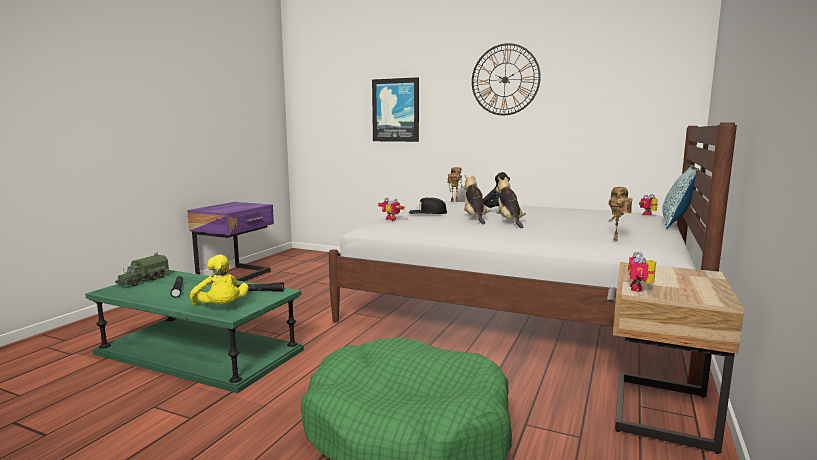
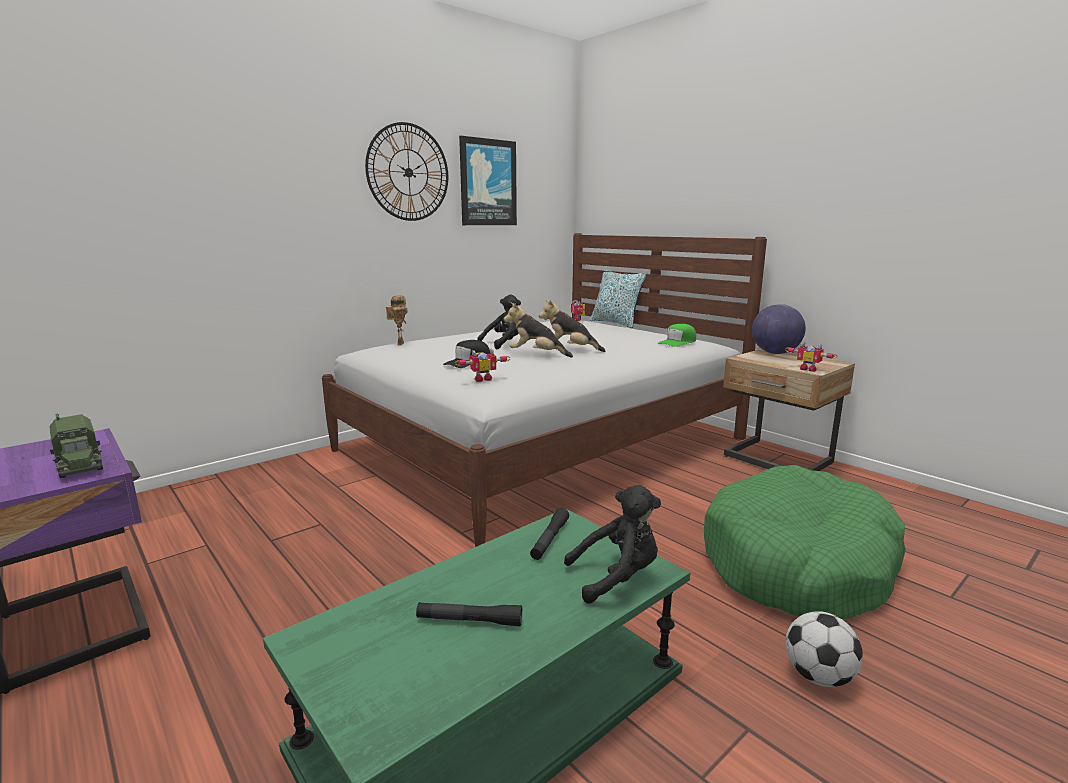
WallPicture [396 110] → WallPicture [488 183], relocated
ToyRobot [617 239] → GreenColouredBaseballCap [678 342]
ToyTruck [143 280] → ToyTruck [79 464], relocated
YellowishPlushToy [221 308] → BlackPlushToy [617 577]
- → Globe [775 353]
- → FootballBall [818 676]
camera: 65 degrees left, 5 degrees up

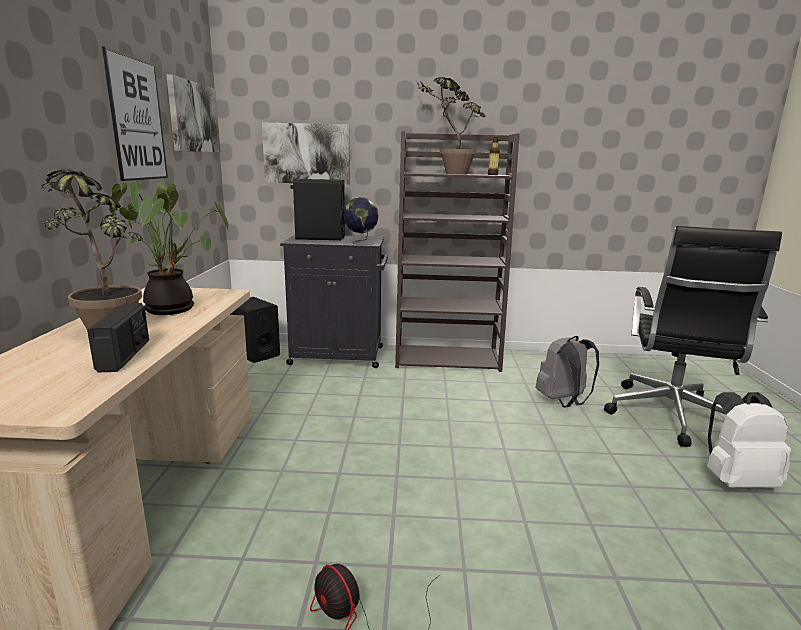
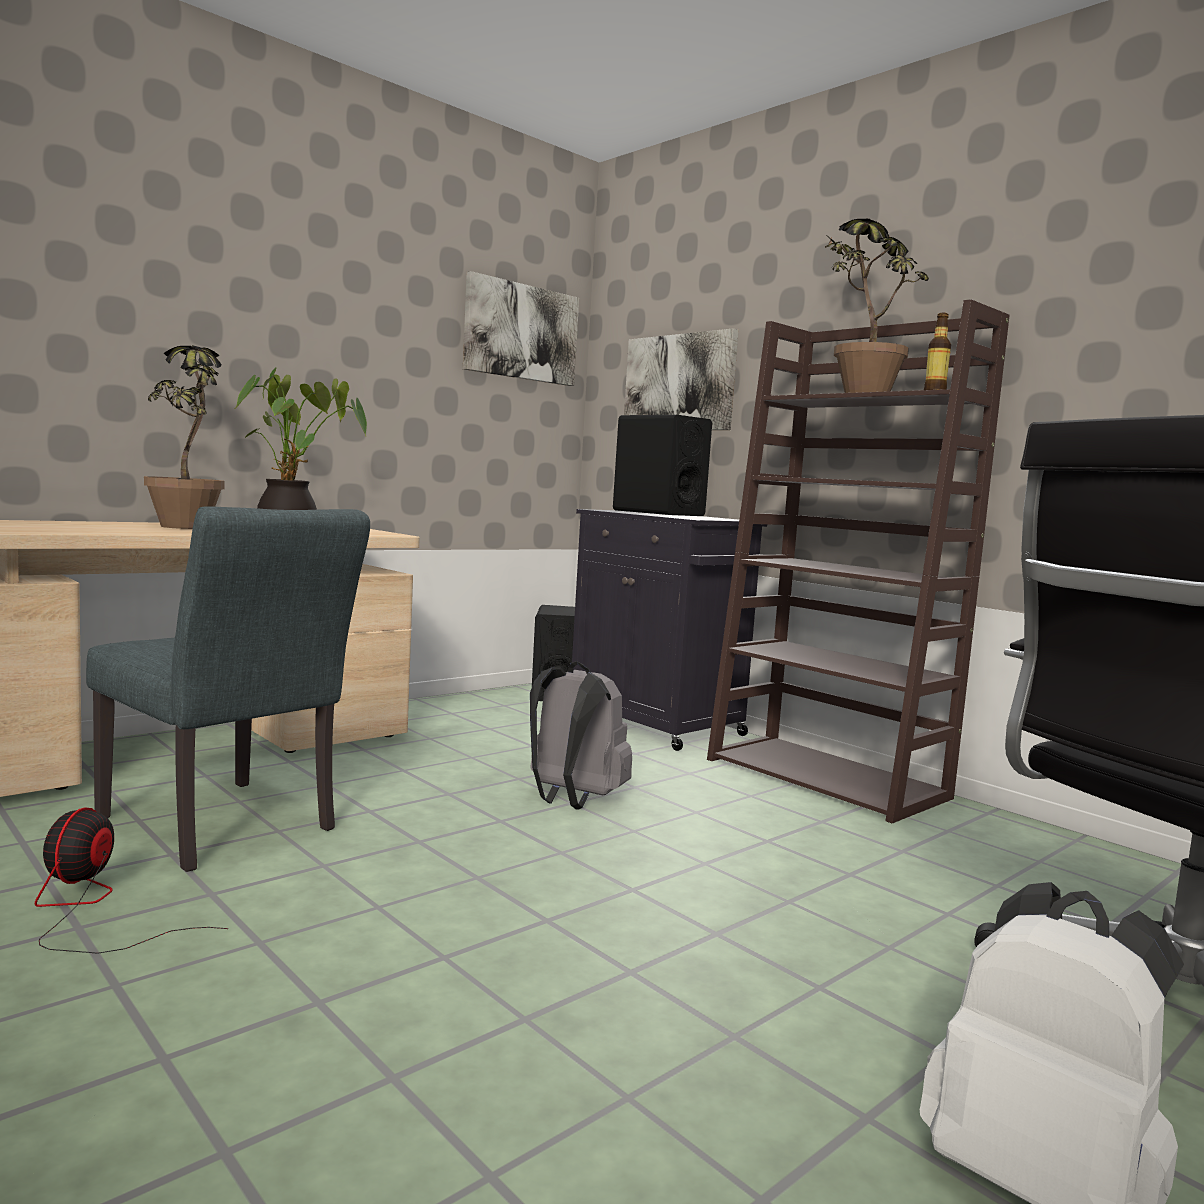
WallPicture [137 119] → -
Globe [360 242] → -
RadioReceiver [124 356] → -
GrayBackpack [563 401] → GrayBackpack [572 800], relocated
- → GrayChair [226 828]
camera: 45 degrees right, 10 degrees down

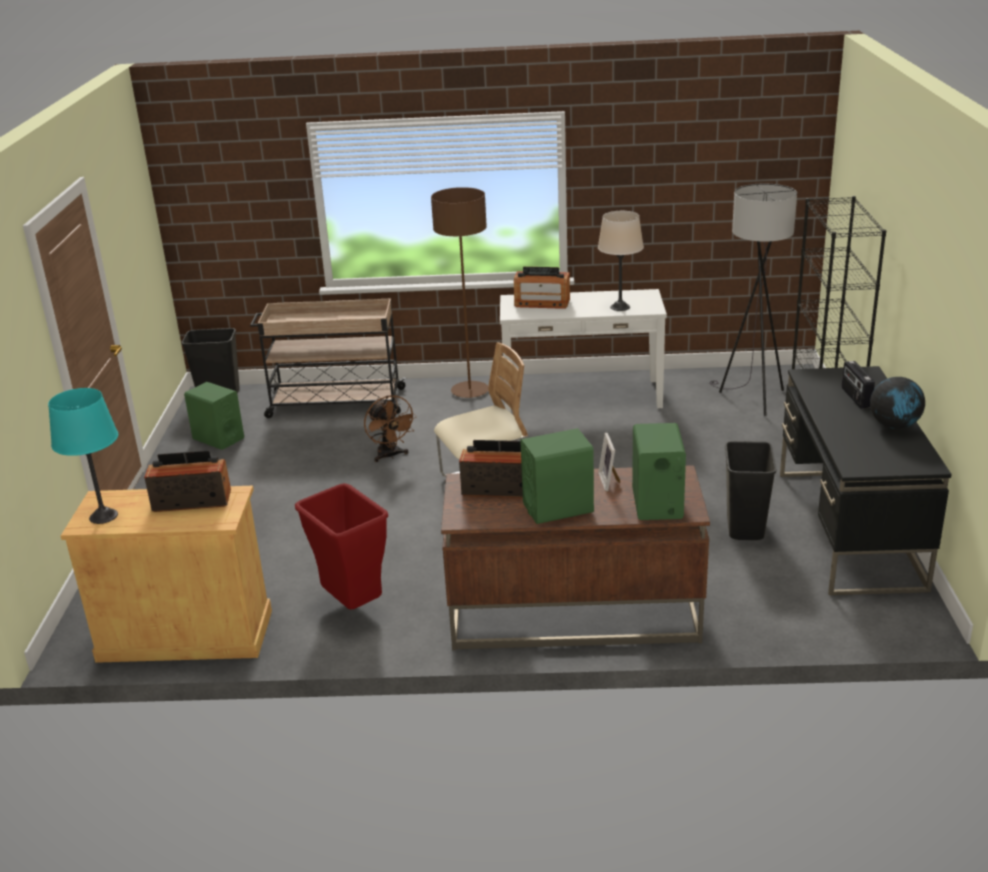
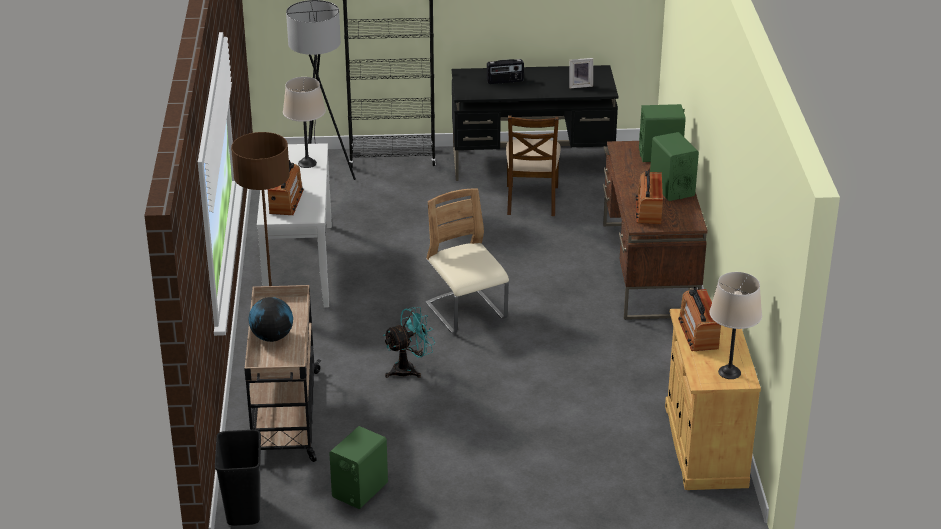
Globe [894 426] → Globe [272 337], relocated
TurquoiseTabletopLamp [103 516] → BeigeTabletopLamp [729 372]
BrownFan [390 456] → TurquoiseFan [409 369]
StandingFrame [610 481] → StandingFrame [580 85], relocated
BlackWasteBin [744 527] → BrownChair [531 200]
RedColouredWasteBin [351 606] → -
camera: 95 degrees left, 5 degrees up

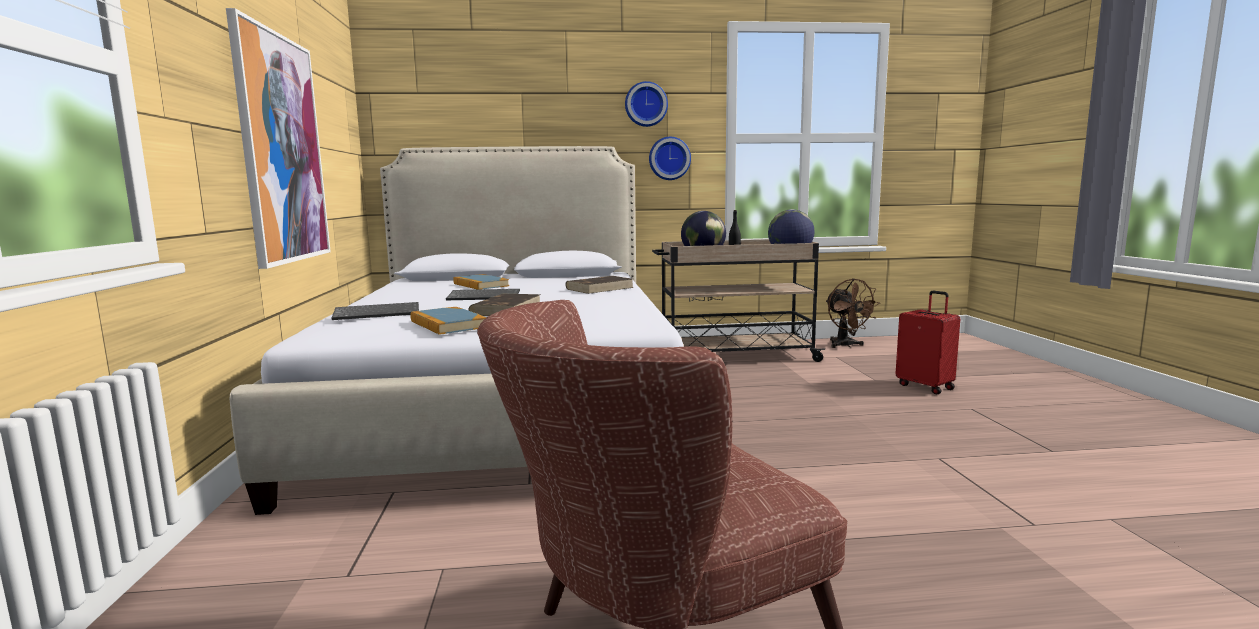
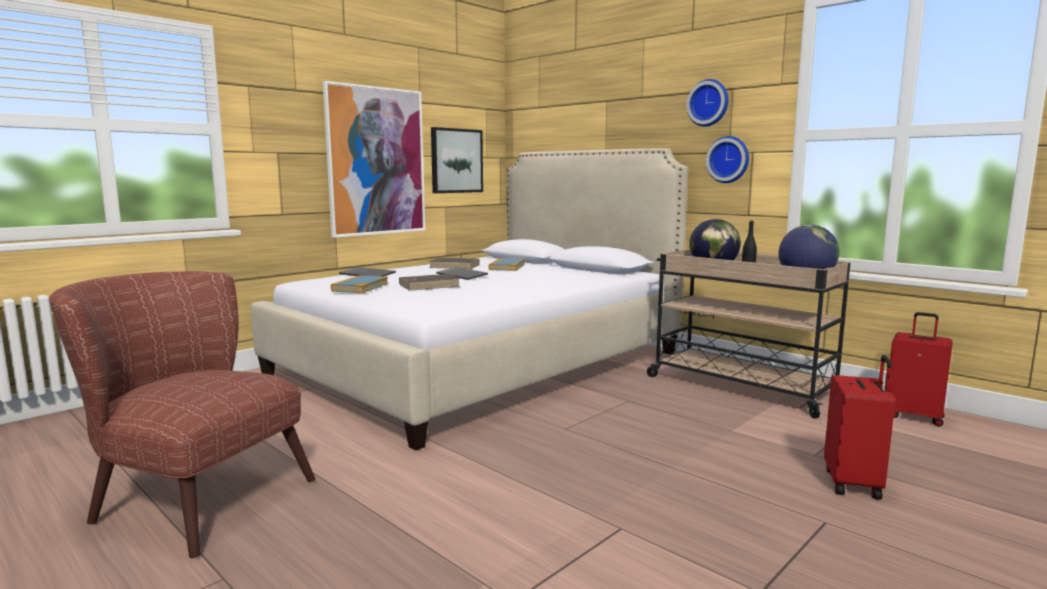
BrownVolume [600 288] → BrownVolume [455 266], relocated
BrownFan [846 345] → RedColouredTravelCase [914 416]
- → WallPicture [456 161]
camera: 50 degrees right, 0 degrees up

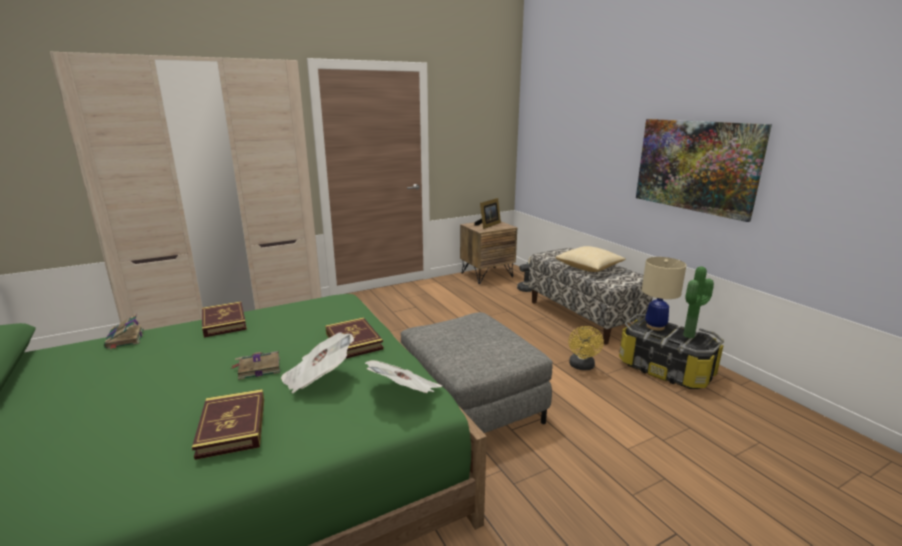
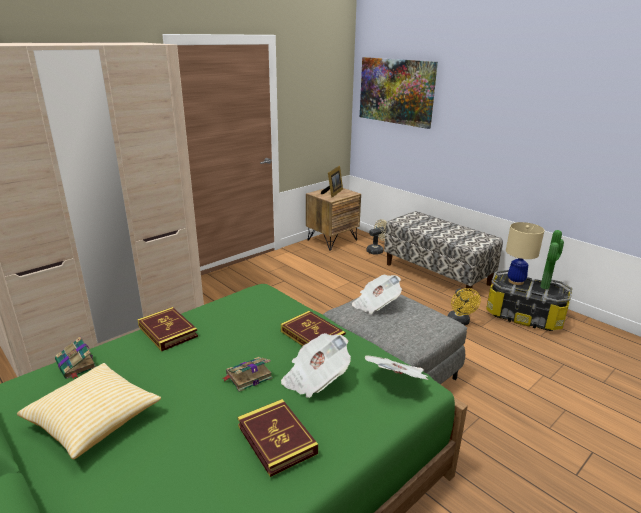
WallPicture [696 166] → WallPicture [396 91], relocated
Pillow [589 267] → Pillow [94 421], relocated
- → Newspaper [375 304]
camera: 15 degrees left, 5 degrees up

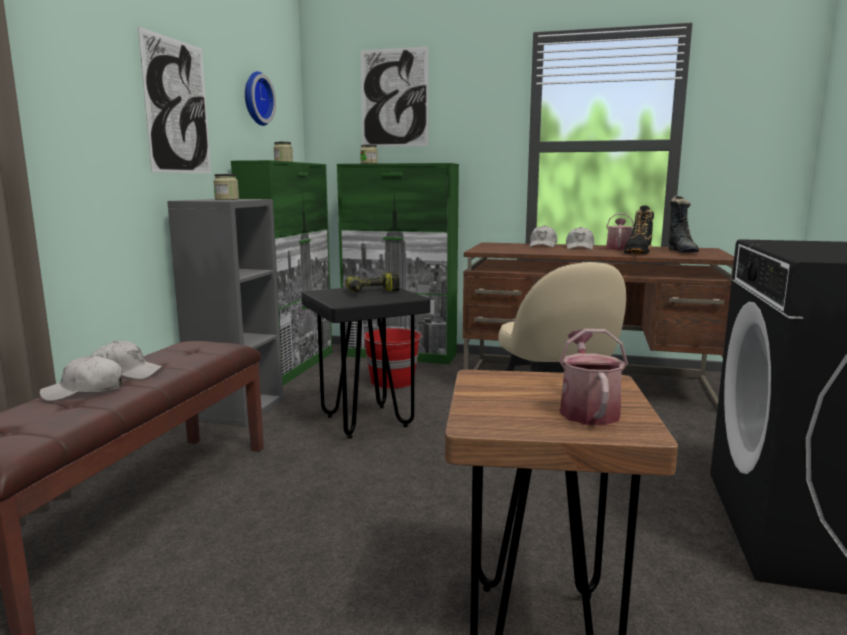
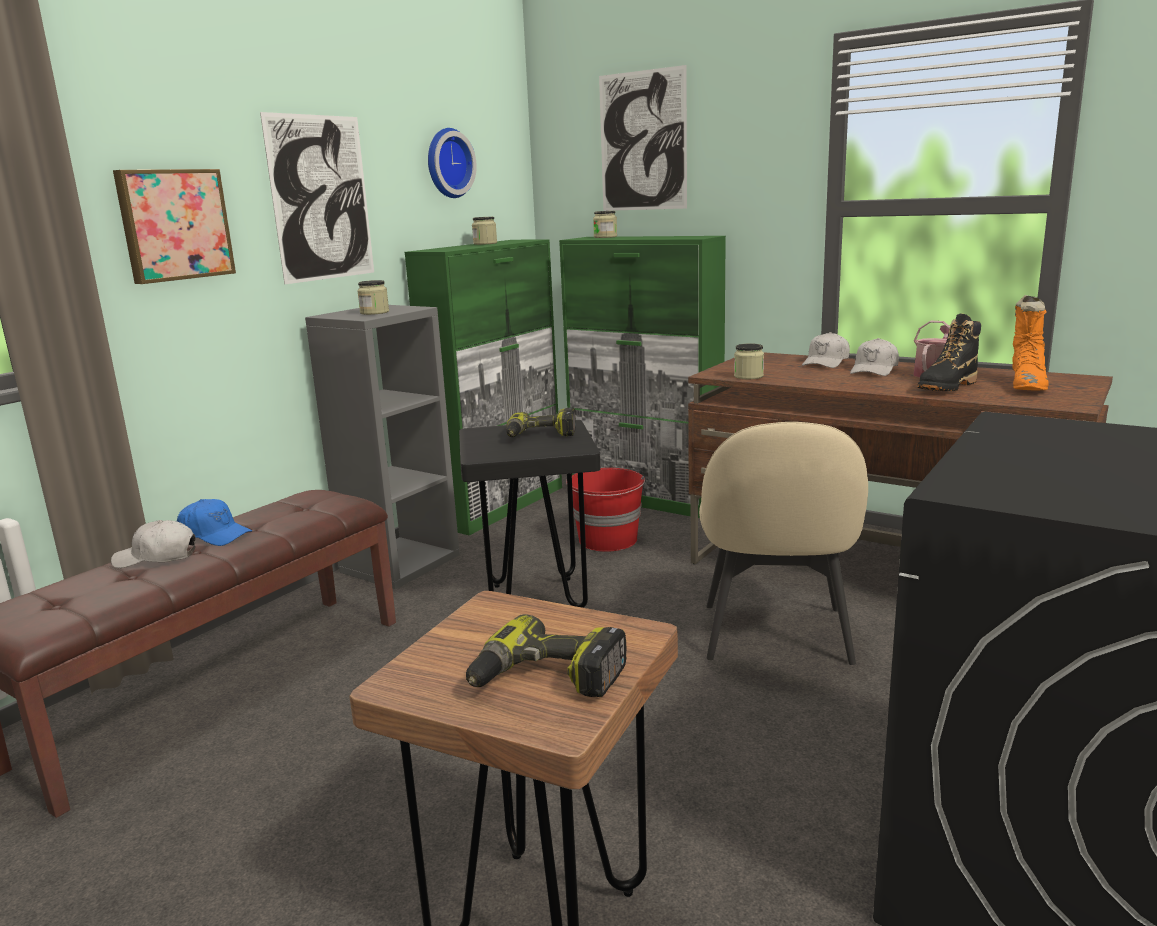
BlackHighTopBoot [682 251] → OrangeHighTopBoot [1028 386]
WateringCan [587 410] → PowerDrill [546 680]
WhiteColouredBaseballCap [127 373] → BluishBaseballCap [214 535]
- → WallPicture [174 225]
- → PreserveJar [748 376]
camera: 20 degrees right, 5 degrees up

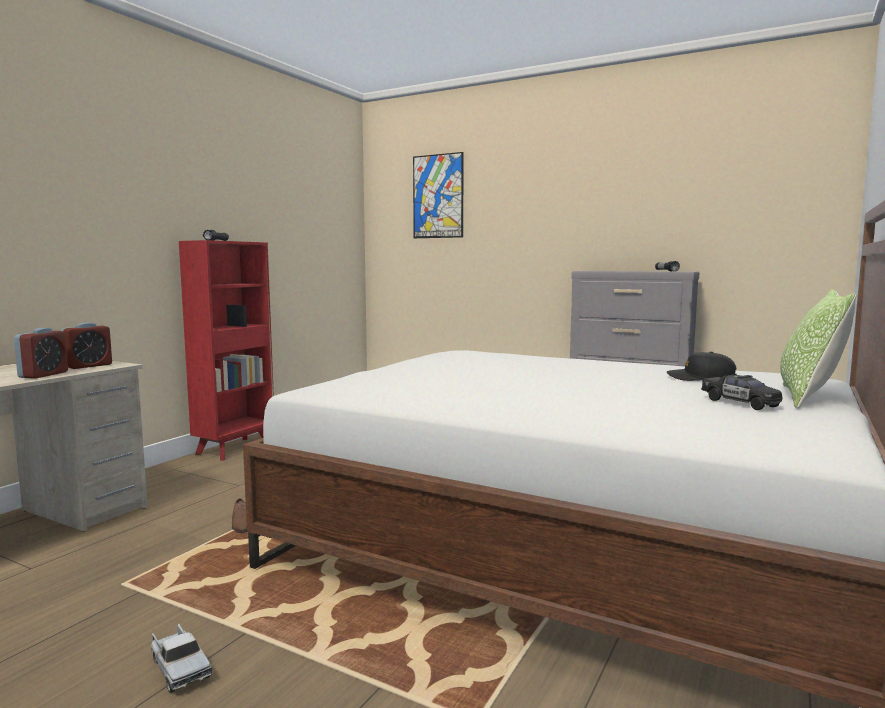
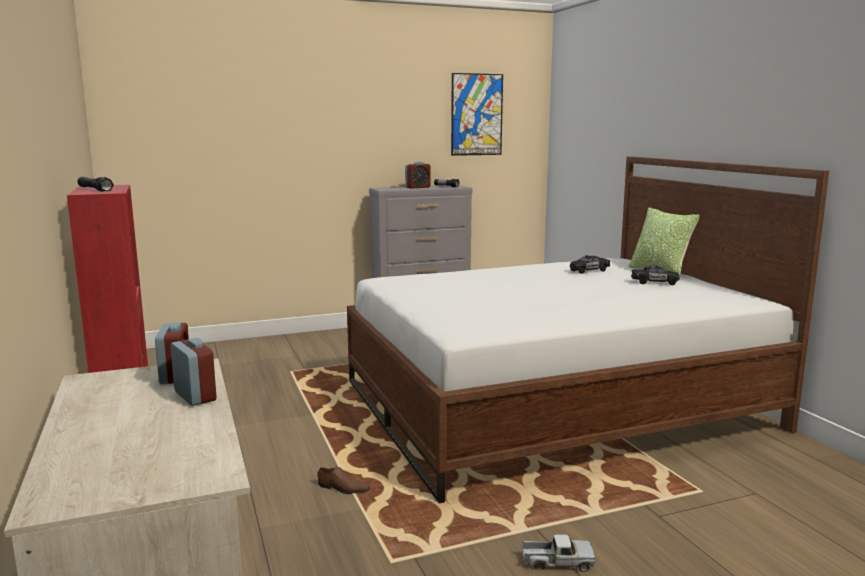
WallPicture [438 196] → WallPicture [476 114], relocated
BlackBaseballCap [701 378] → BlackModelCar [589 271]
- → TableClock [417 187]
camera: 50 degrees left, 5 degrees up

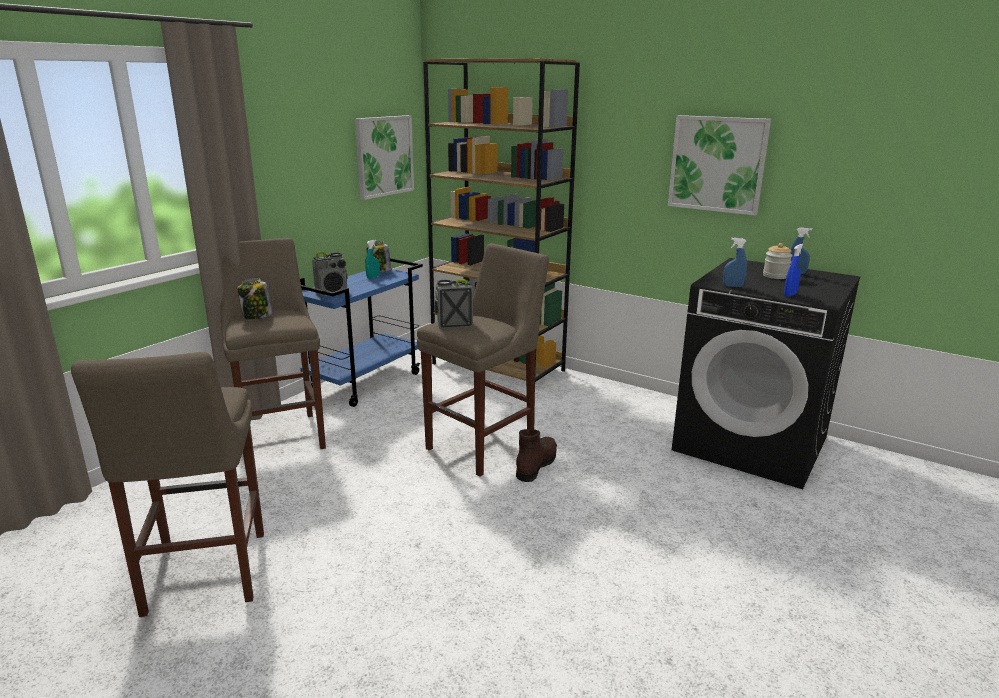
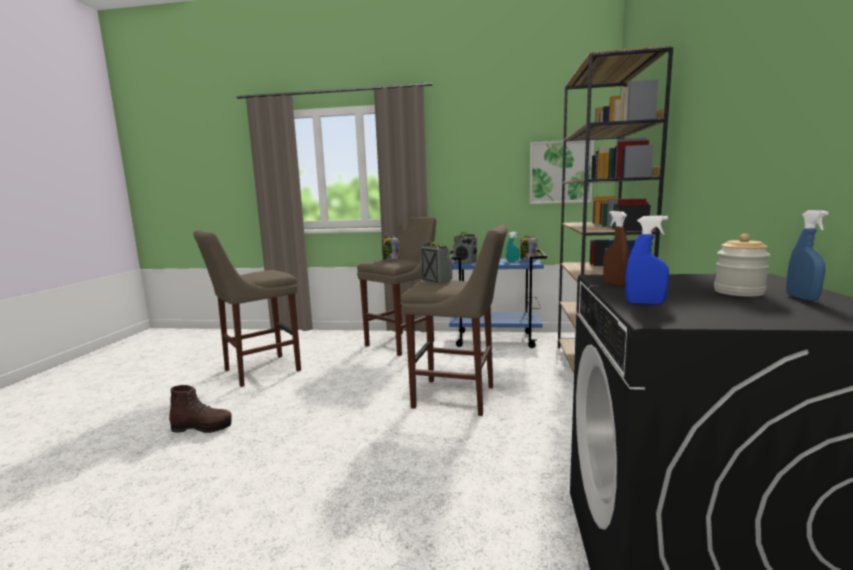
WallPicture [717 164] → -
BluishSprayer [733 286] → BrownSprayer [614 284]
BrownHighTopBoot [536 465] → BrownHighTopBoot [202 427], relocated
camera: 65 degrees right, 10 degrees down

